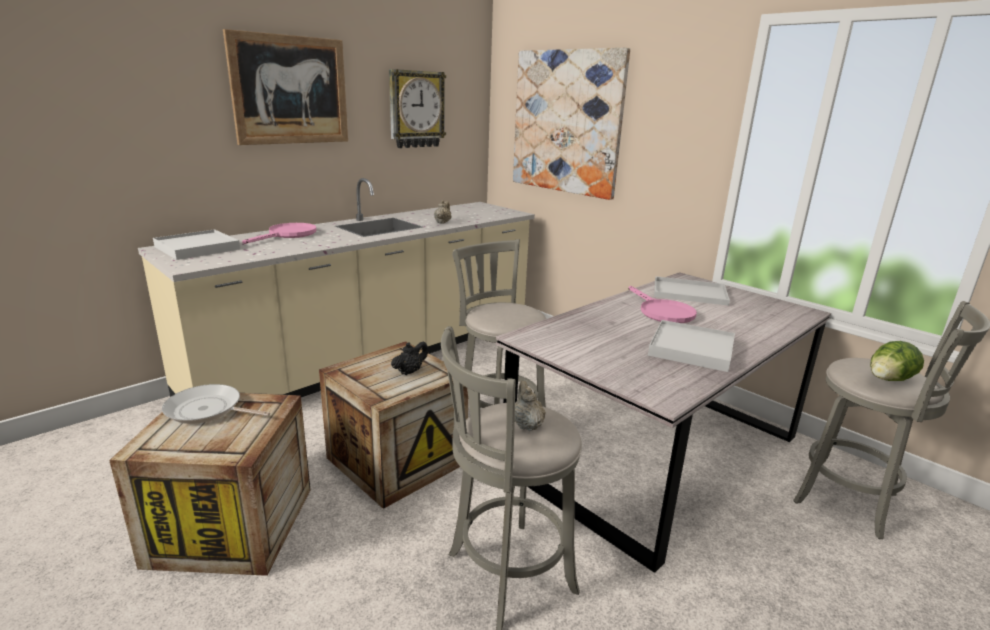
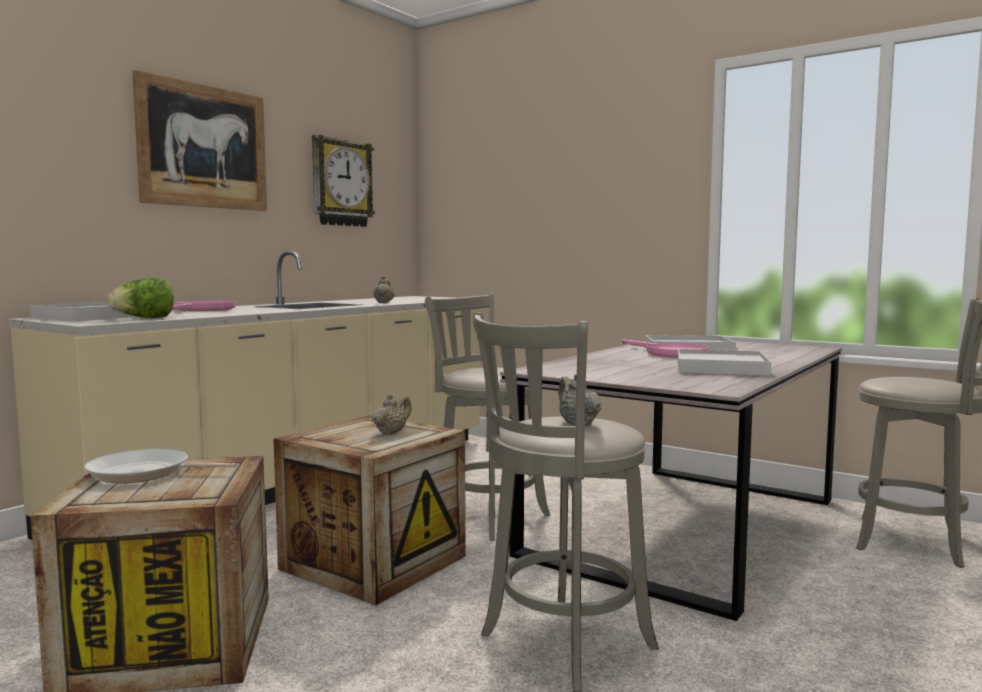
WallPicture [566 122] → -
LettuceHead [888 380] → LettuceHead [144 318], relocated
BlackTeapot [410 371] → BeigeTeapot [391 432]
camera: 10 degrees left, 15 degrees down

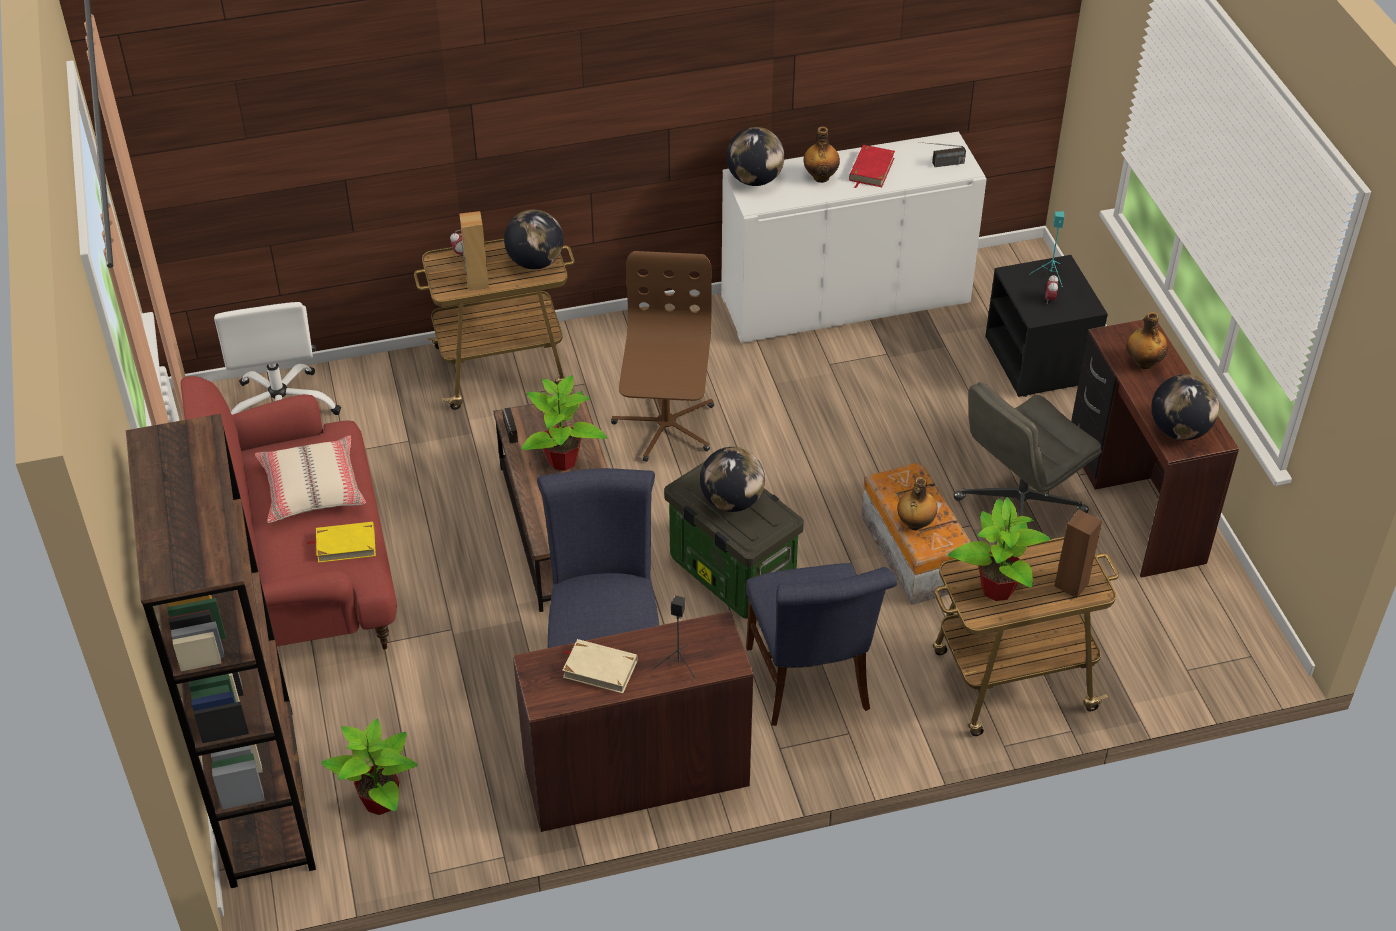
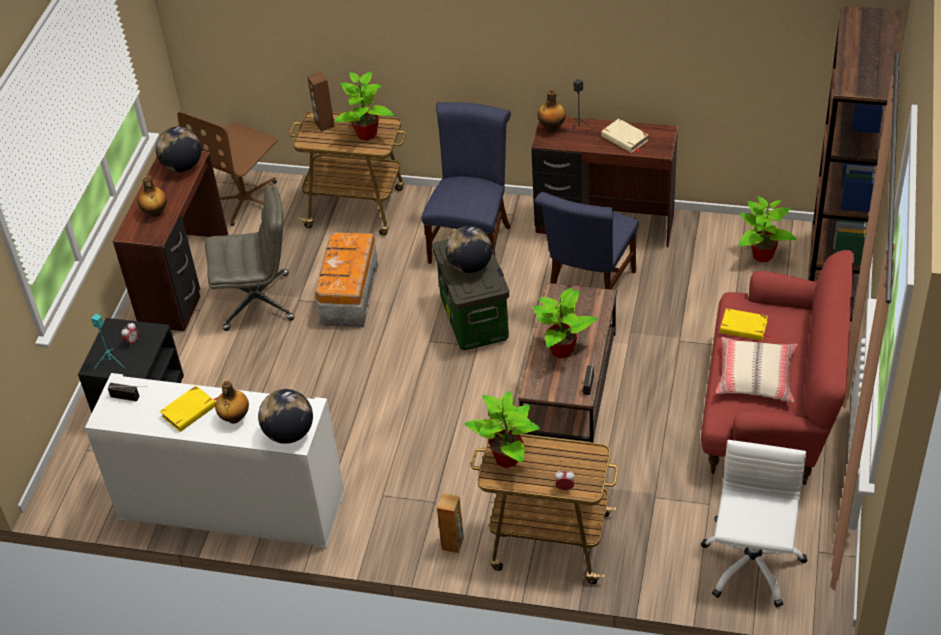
RedColouredVolume [871 169] → YellowishVolume [189 411]
Globe [535 262] → PottedPlant [507 458]
BrownAudioSpeaker [477 282] → BrownAudioSpeaker [453 544], relocated
BrownDeskChair [665 426] → BrownDeskChair [245 200], relocated
BeverageBottle [915 524] → BeverageBottle [552 127], relocated
camera: 150 degrees left, 0 degrees up

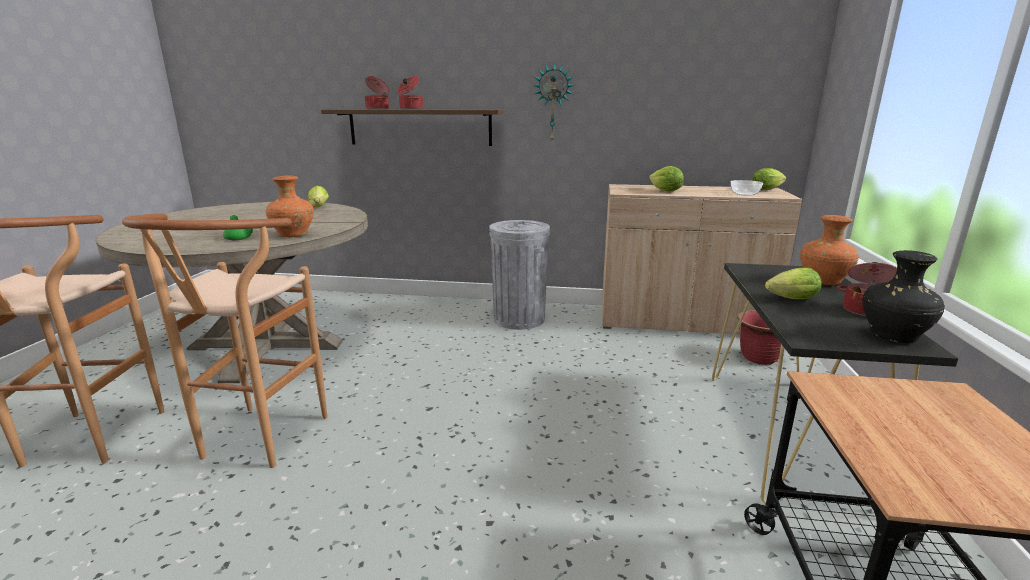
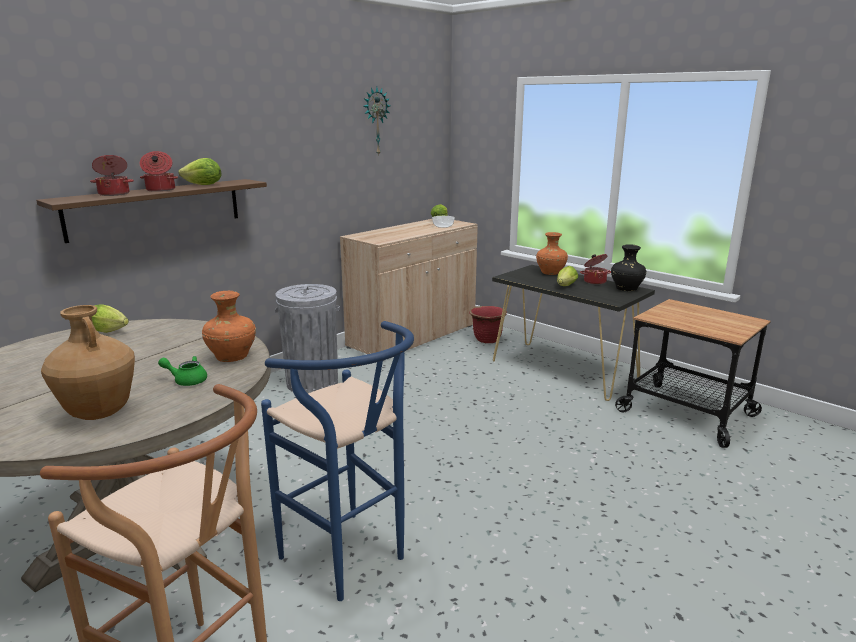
ClockOnTheWall [553 103] → ClockOnTheWall [375 121], relocated
LettuceHead [665 191] → LettuceHead [203 185], relocated
BrownSittingStool [256 443] → BluishSittingStool [351 562]
- → BrownDecorativeVase [99 413]
camera: 55 degrees left, 0 degrees up

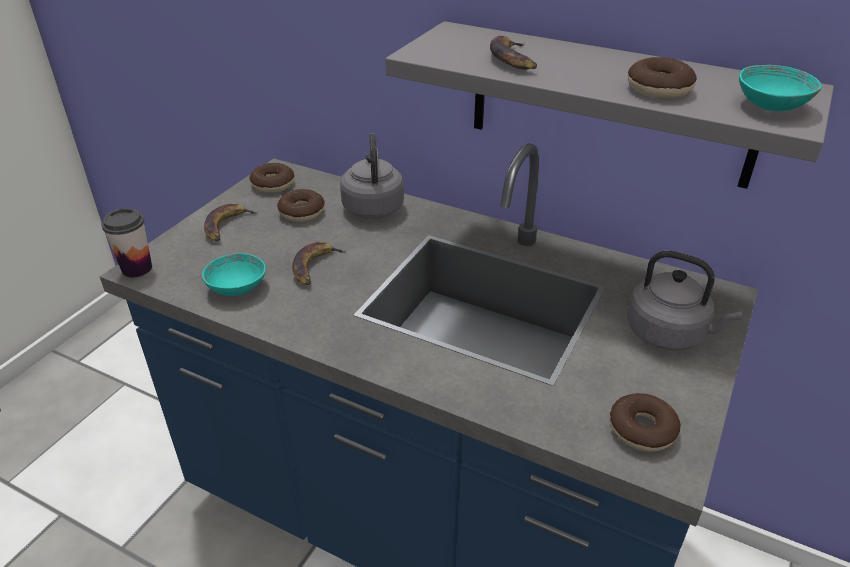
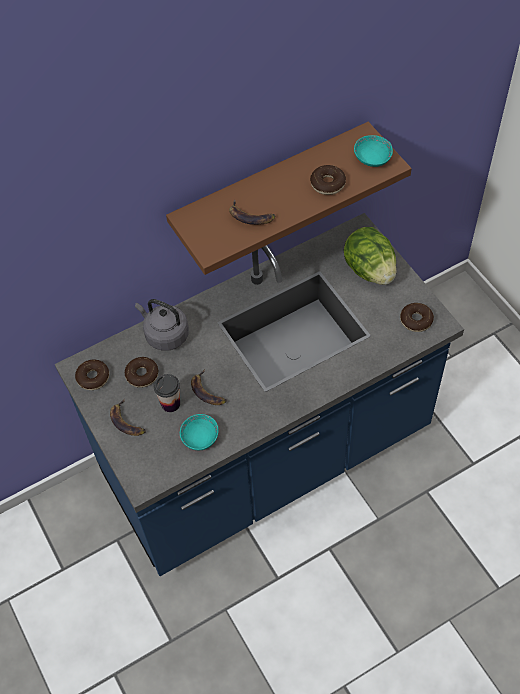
GrayBracketShelf [610 104] → BrownBracketShelf [270 189]
SmallCup [137 268] → SmallCup [170 404], relocated
GrayKettle [669 334] → LettuceHead [370 270]
camera: 55 degrees left, 20 degrees up

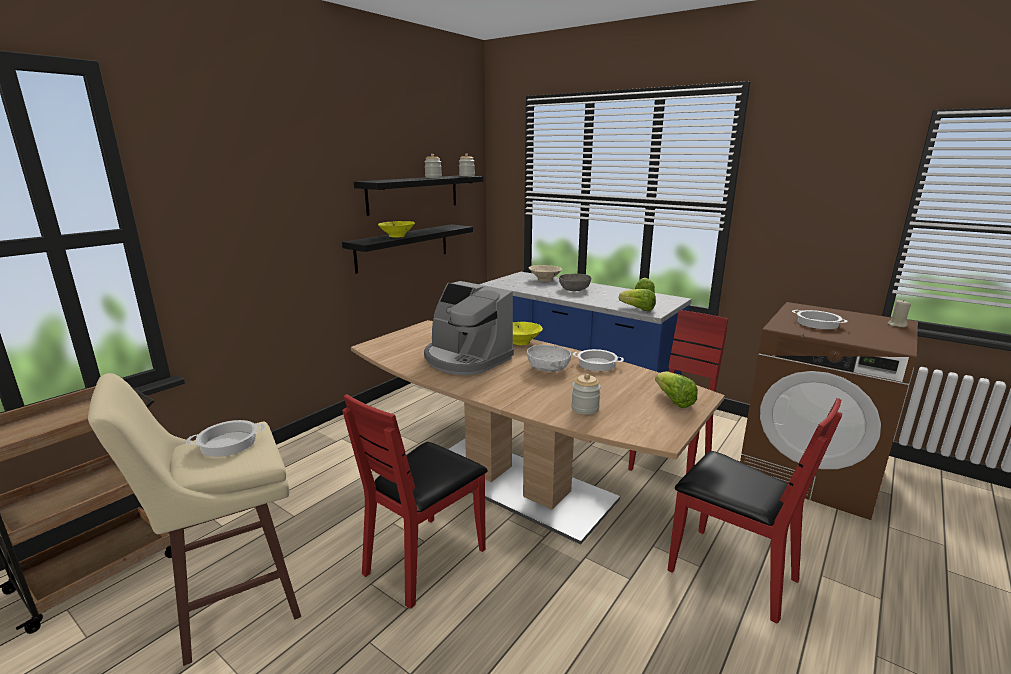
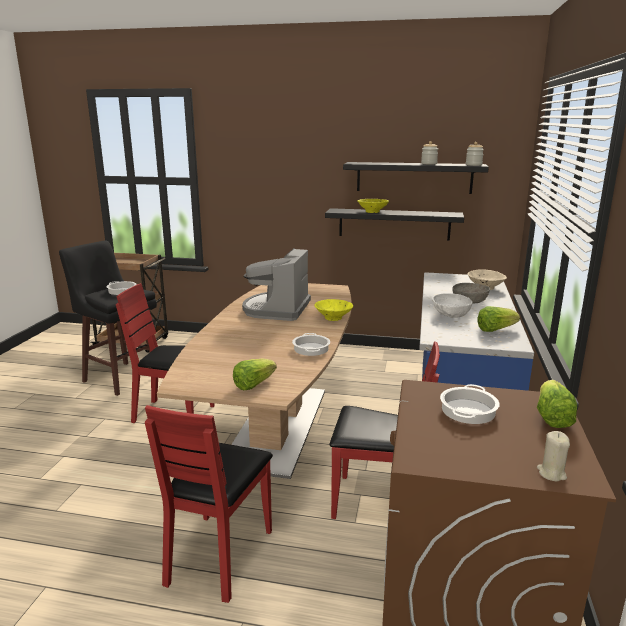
LettuceHead [638 309] → LettuceHead [552 417], relocated
WhiteColouredBowl [548 368] → WhiteColouredBowl [451 314], relocated
BeigeSittingStool [233 605] → BlackSittingStool [120 377]
PreserveJar [585 408] → -
camera: 65 degrees right, 0 degrees up

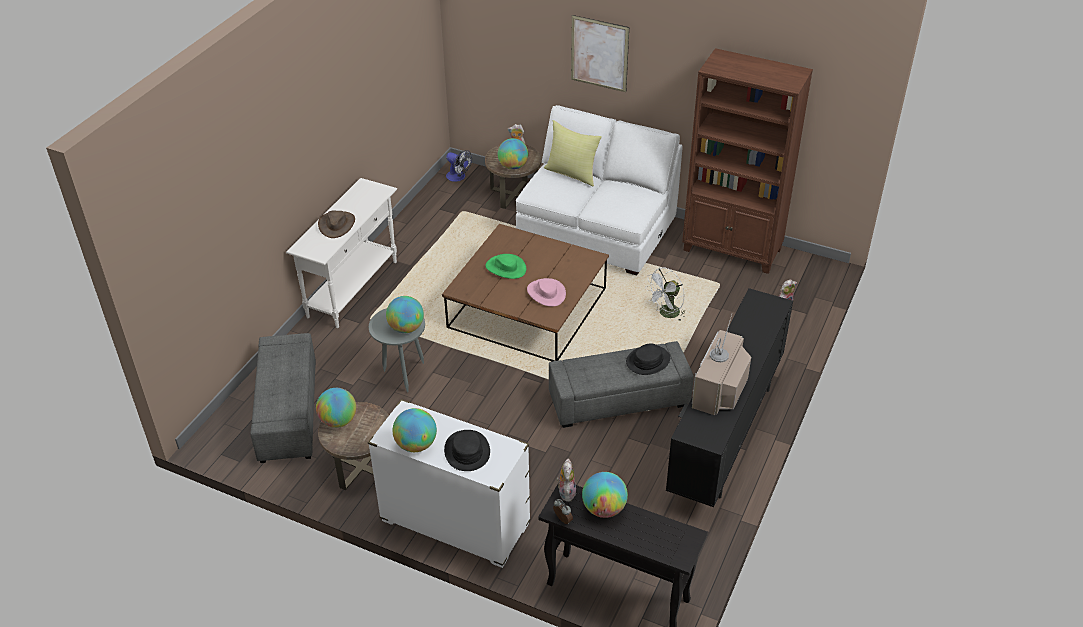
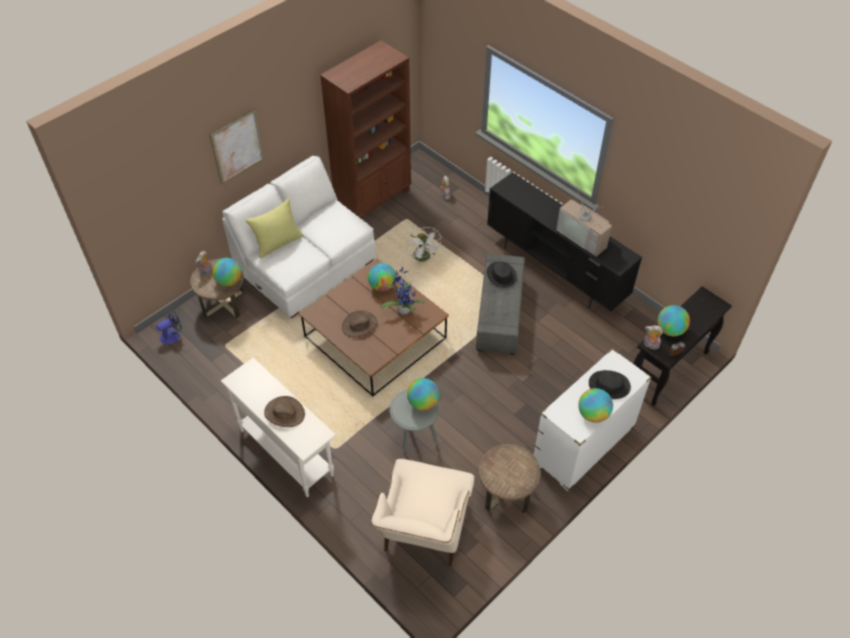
GreenColouredClothingHat [506 268] → BrownClothingHat [359 325]
PinkColouredClothingHat [546 293] → PottedPlant [403 309]
GrayFootrest [288 412] → BeigeArmchair [423 535]
Globe [338 421] → Globe [382 286], relocated
camera: 70 degrees left, 10 degrees up

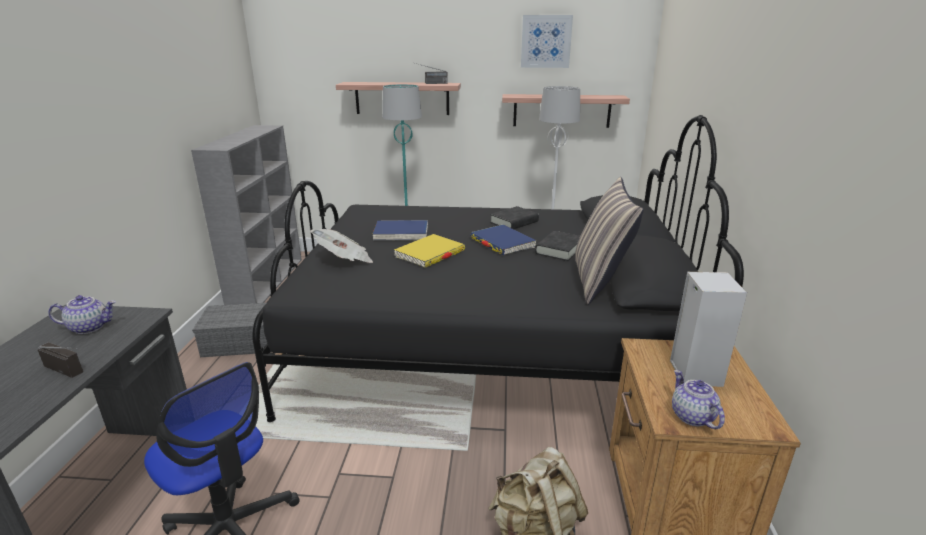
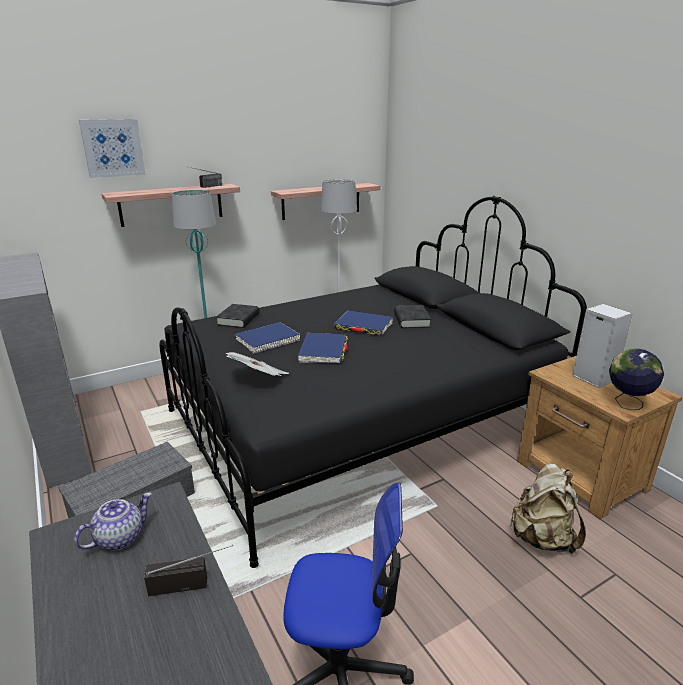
WallPicture [546 41] → WallPicture [113 148], relocated
Pillow [599 281] → -
BlackVolume [514 222] → BlackVolume [238 319], relocated
YellowishVolume [430 254] → BluishVolume [323 351]
Teapot [691 416] → Globe [627 404]
camera: 35 degrees left, 0 degrees up

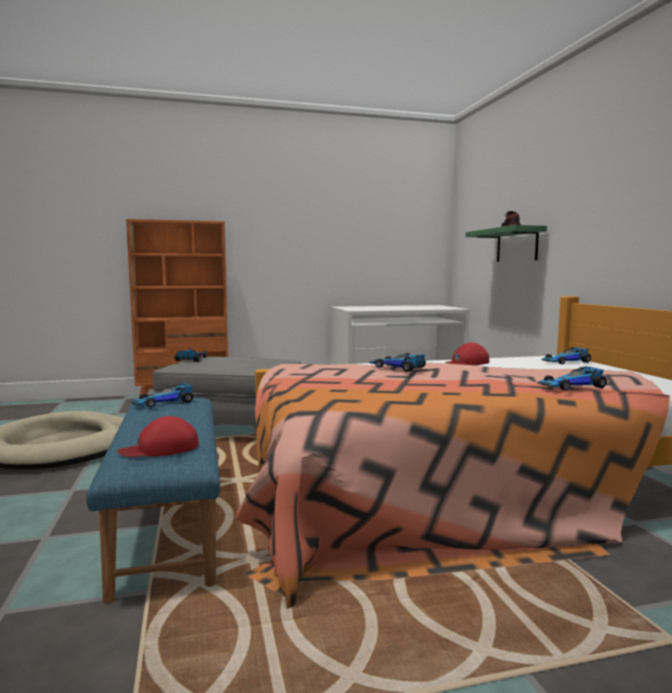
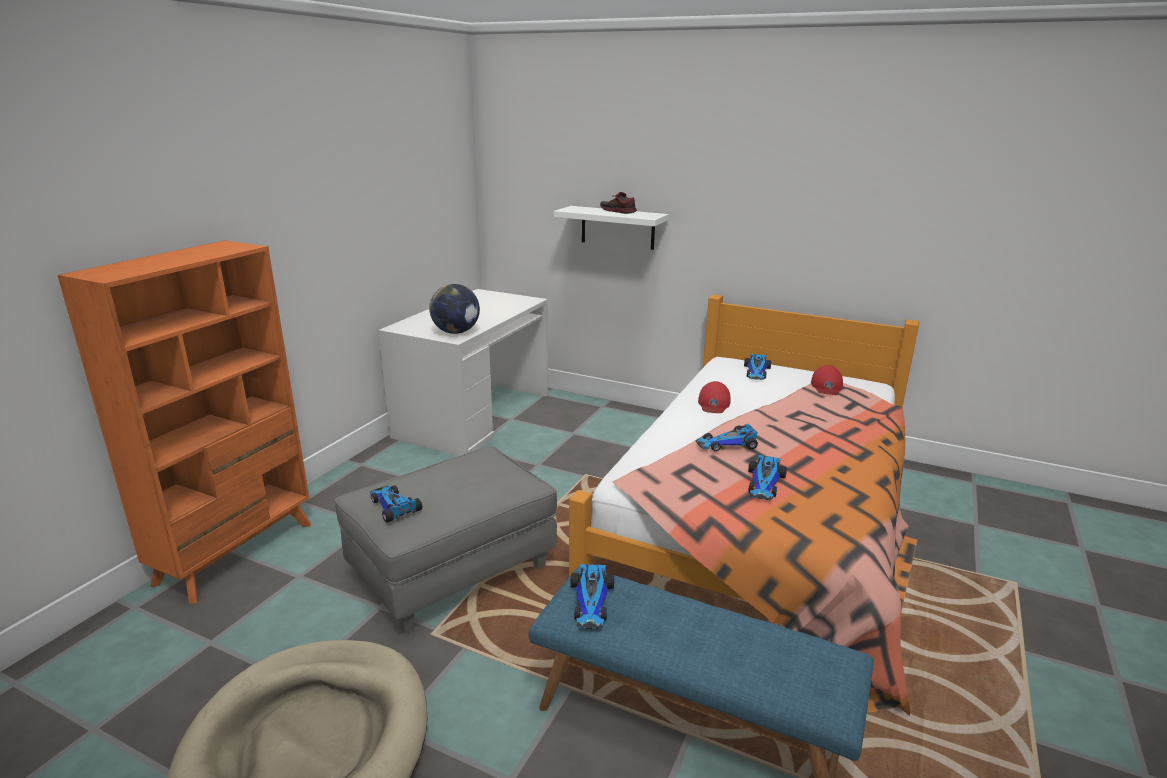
GreenColouredBracketShelf [517 245] → WhiteColouredBracketShelf [617 227]
ModelCar [571 386] → ModelCar [765 484], relocated
RedColouredBaseballCap [161 448] → RedColouredBaseballCap [826 386], relocated
- → Globe [456 332]
camera: 50 degrees left, 15 degrees up

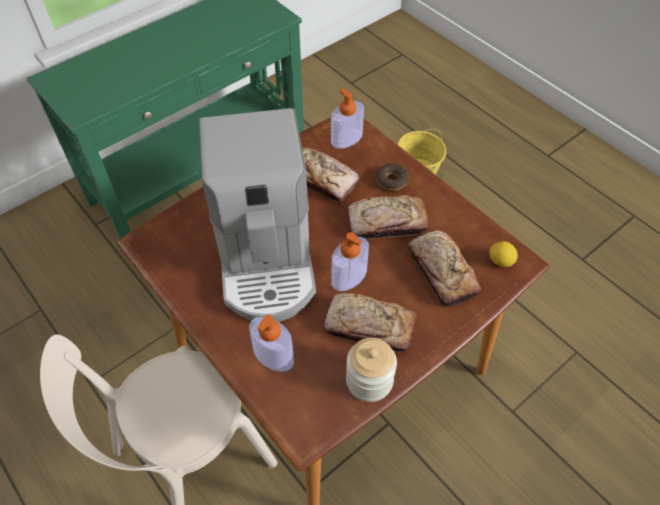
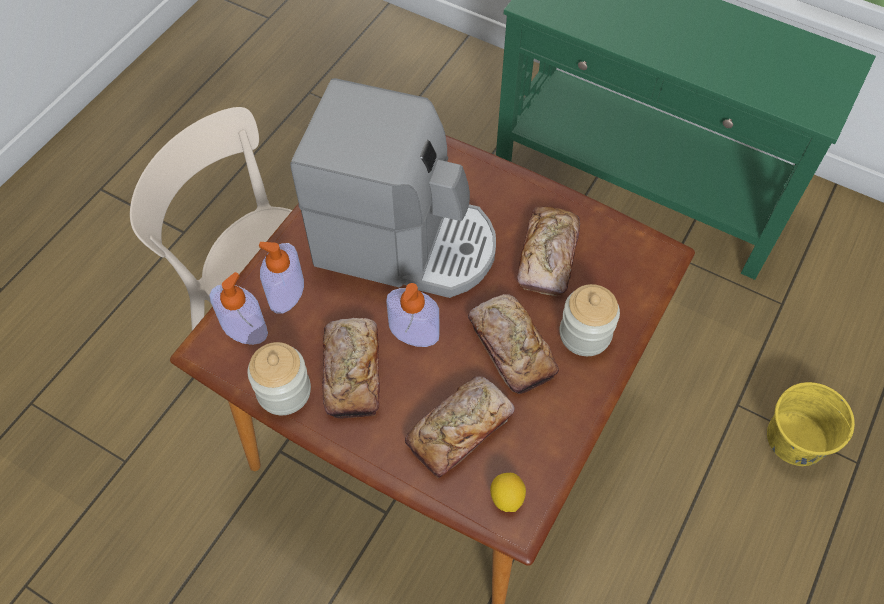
LiquidSoapBottle [346 138] → LiquidSoapBottle [244 328], relocated
CoffeeMaker [266 259] → CoffeeMaker [406 244], 135 degrees counterclockwise
Donut [391 180] → PreserveJar [585 334]
camera: 70 degrees right, 5 degrees up

